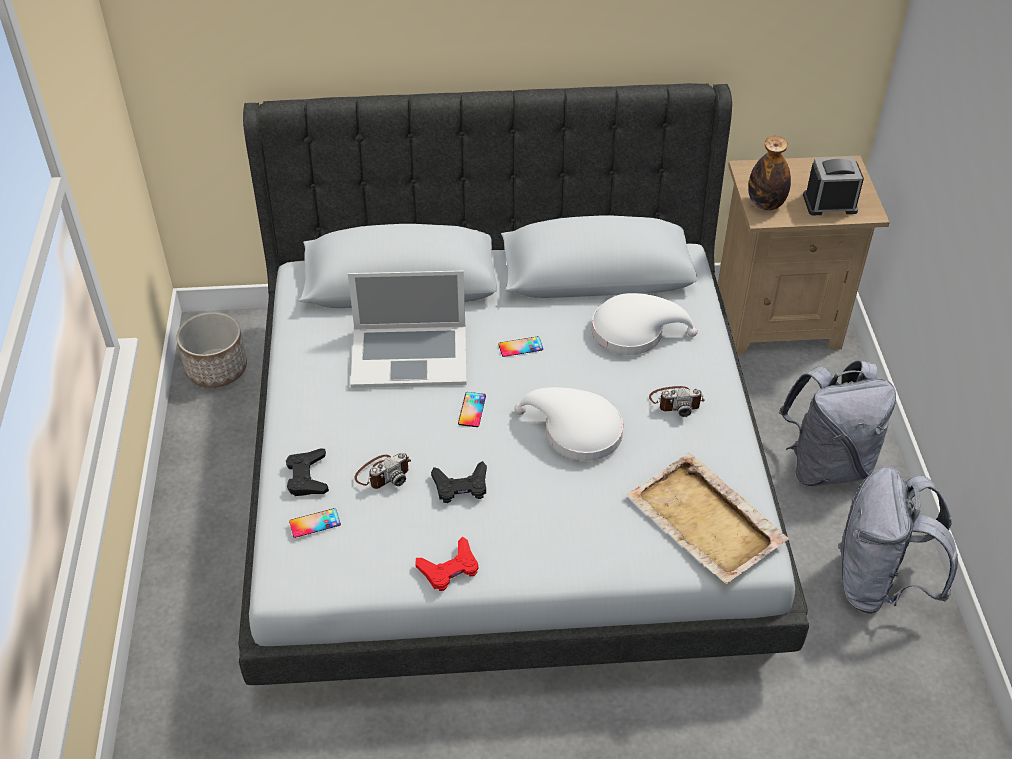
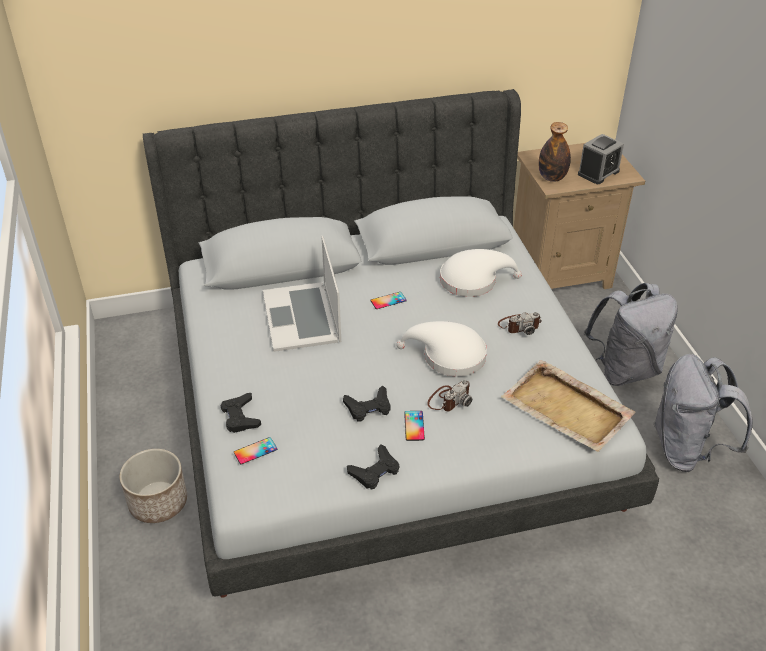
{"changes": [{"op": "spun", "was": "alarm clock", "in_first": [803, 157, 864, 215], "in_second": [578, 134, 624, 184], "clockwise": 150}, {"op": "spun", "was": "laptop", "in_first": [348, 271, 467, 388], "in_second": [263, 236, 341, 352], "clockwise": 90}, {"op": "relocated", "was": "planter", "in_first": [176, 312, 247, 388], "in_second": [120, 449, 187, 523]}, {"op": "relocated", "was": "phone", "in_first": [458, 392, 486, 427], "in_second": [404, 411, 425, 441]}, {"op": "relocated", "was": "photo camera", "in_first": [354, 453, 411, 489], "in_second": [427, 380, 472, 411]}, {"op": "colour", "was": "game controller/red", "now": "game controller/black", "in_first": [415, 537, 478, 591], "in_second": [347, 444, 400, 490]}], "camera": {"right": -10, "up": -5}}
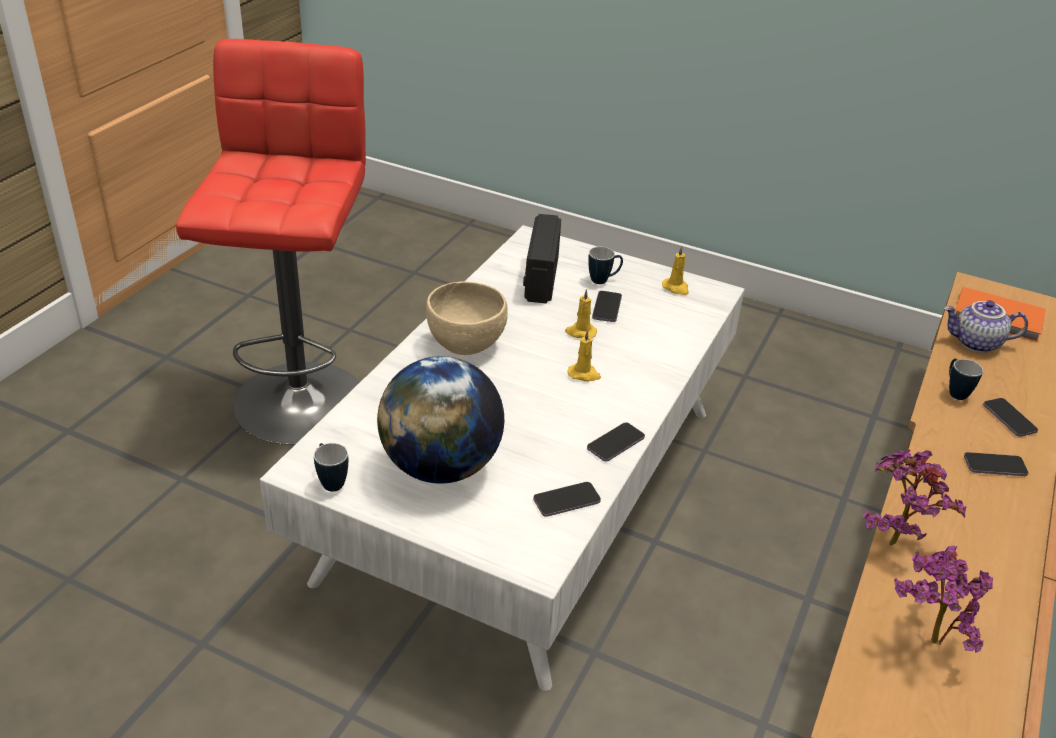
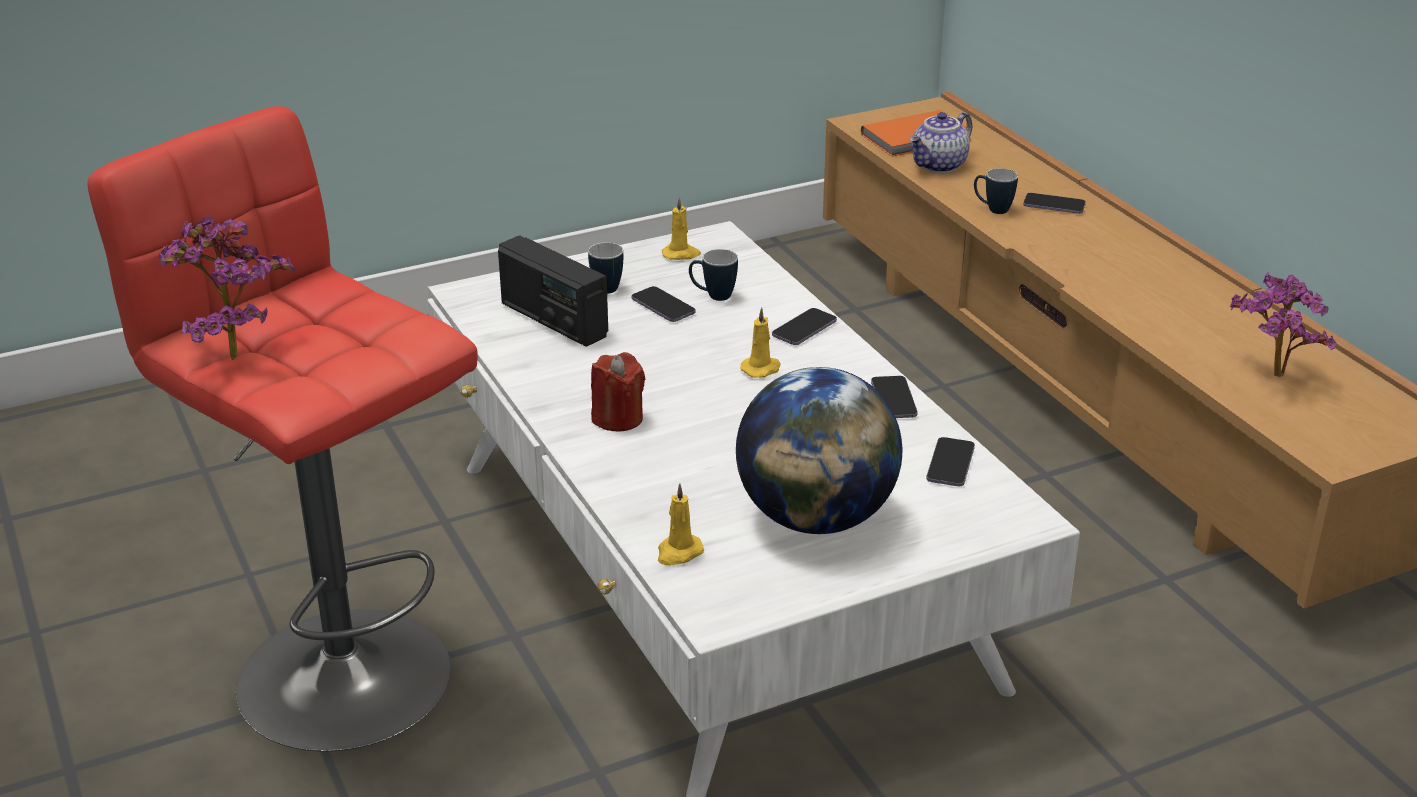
{"changes": [{"op": "exchanged", "was": "bowl/beige", "now": "candle/red", "in_first": [426, 282, 508, 355], "in_second": [591, 352, 645, 432]}, {"op": "relocated", "was": "candle/yellow", "in_first": [565, 289, 597, 338], "in_second": [658, 483, 704, 565]}, {"op": "relocated", "was": "mug", "in_first": [314, 443, 348, 491], "in_second": [689, 249, 738, 301]}, {"op": "relocated", "was": "potted plant", "in_first": [862, 450, 967, 546], "in_second": [159, 216, 295, 360]}, {"op": "relocated", "was": "phone", "in_first": [964, 452, 1028, 476], "in_second": [772, 308, 837, 345]}], "camera": {"right": -50, "up": -5}}
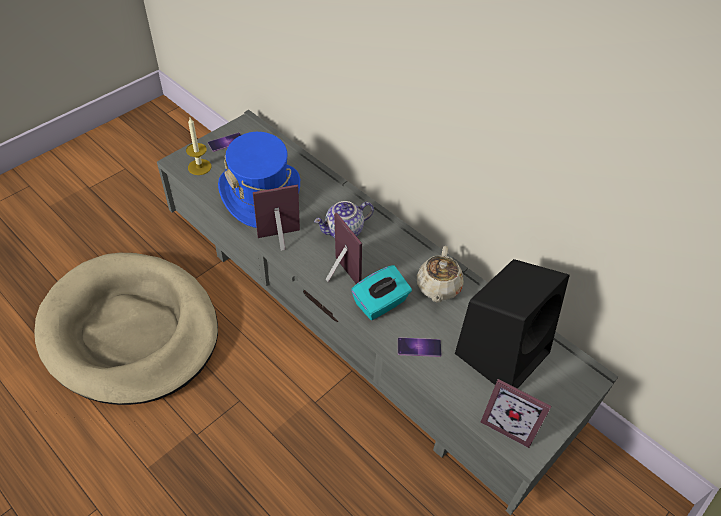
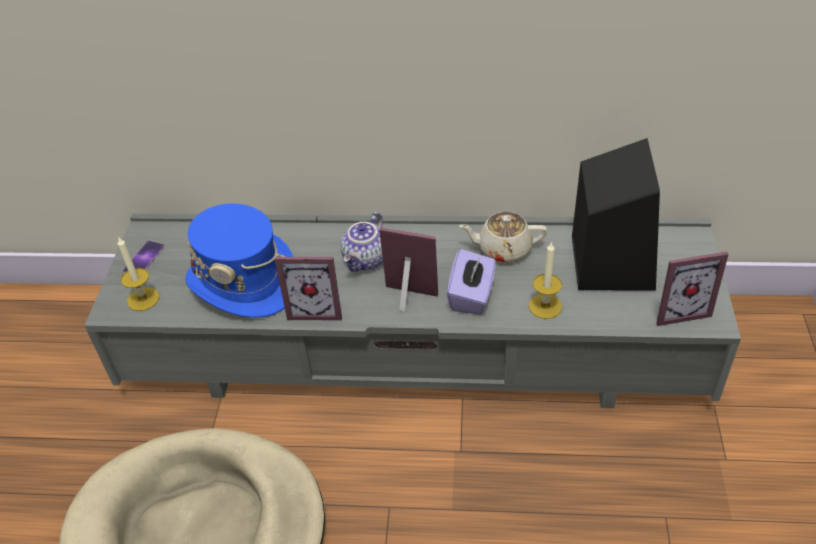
{"changes": [{"op": "spun", "was": "picture frame", "in_first": [253, 184, 300, 251], "in_second": [275, 257, 342, 320], "clockwise": -120}, {"op": "spun", "was": "teapot/beige", "in_first": [417, 246, 464, 303], "in_second": [459, 211, 548, 262], "clockwise": 120}, {"op": "colour", "was": "tissue box/turquoise", "now": "tissue box/purple", "in_first": [351, 265, 412, 320], "in_second": [447, 249, 496, 315]}, {"op": "exchanged", "was": "phone", "now": "candle", "in_first": [398, 338, 441, 357], "in_second": [529, 241, 562, 319]}], "camera": {"right": -35, "up": -5}}
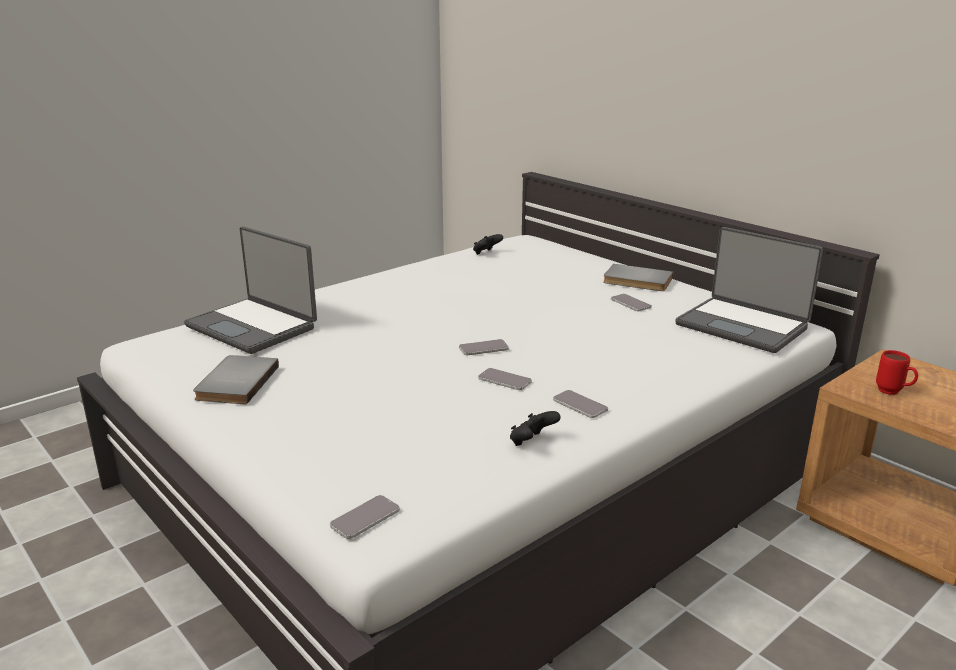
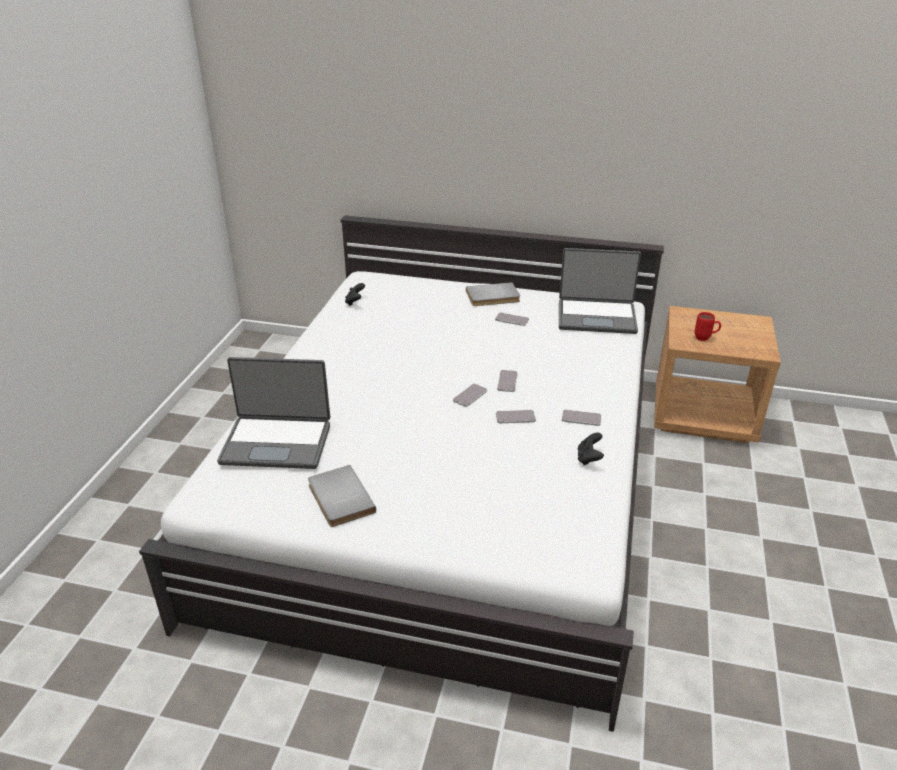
{"changes": [{"op": "relocated", "was": "phone", "in_first": [330, 495, 400, 539], "in_second": [497, 370, 518, 392]}], "camera": {"right": -35, "up": 10}}
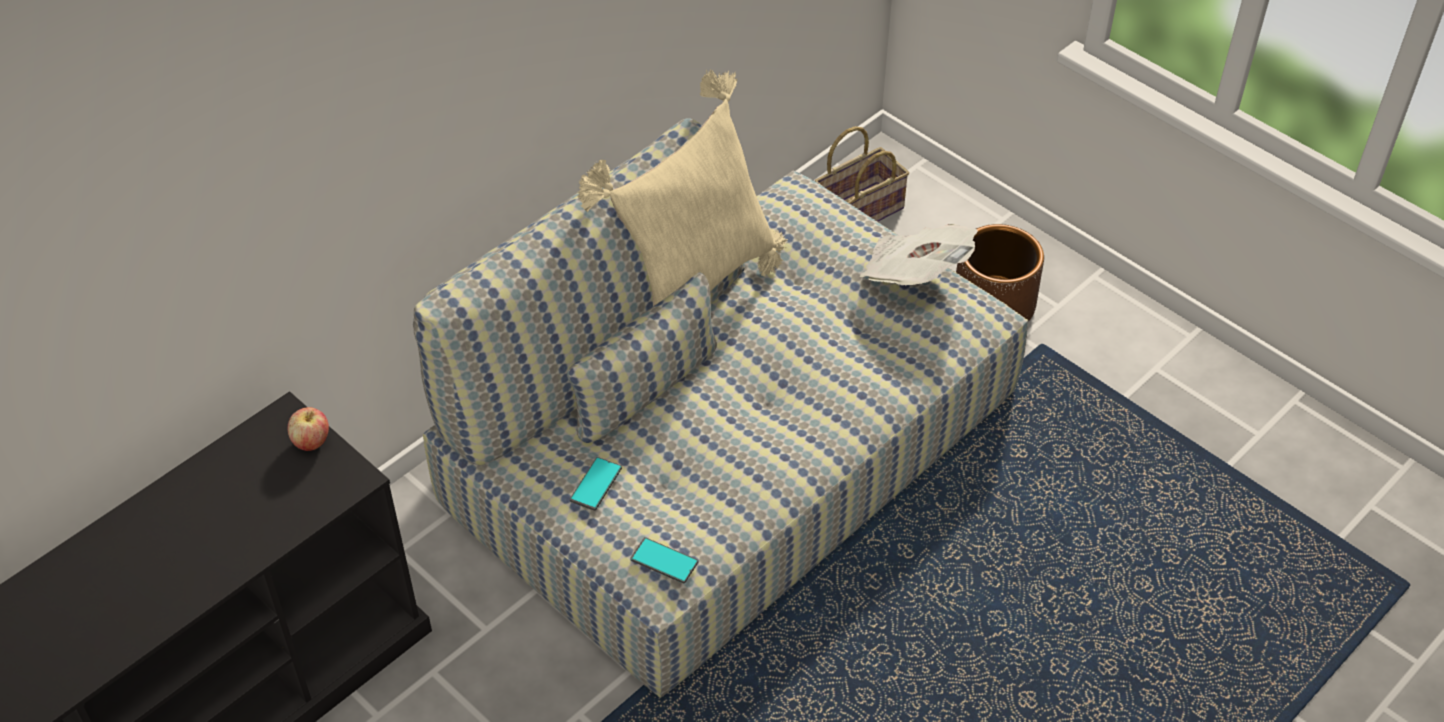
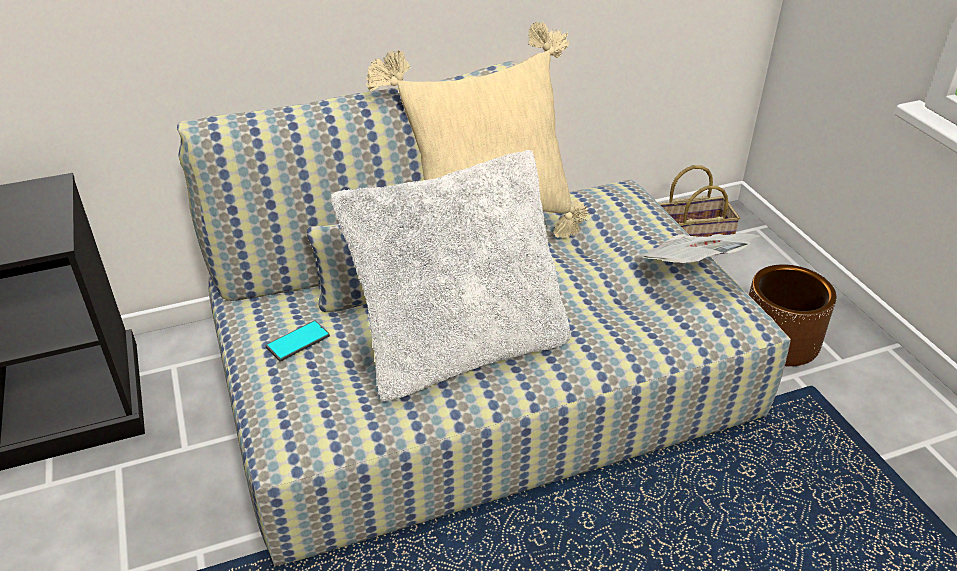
{"changes": [{"op": "missing", "was": "apple", "in_first": [288, 407, 329, 451]}, {"op": "missing", "was": "phone", "in_first": [630, 537, 698, 584]}, {"op": "appeared", "now": "pillow/white", "in_second": [331, 150, 571, 401]}], "camera": {"right": 25, "up": -10}}
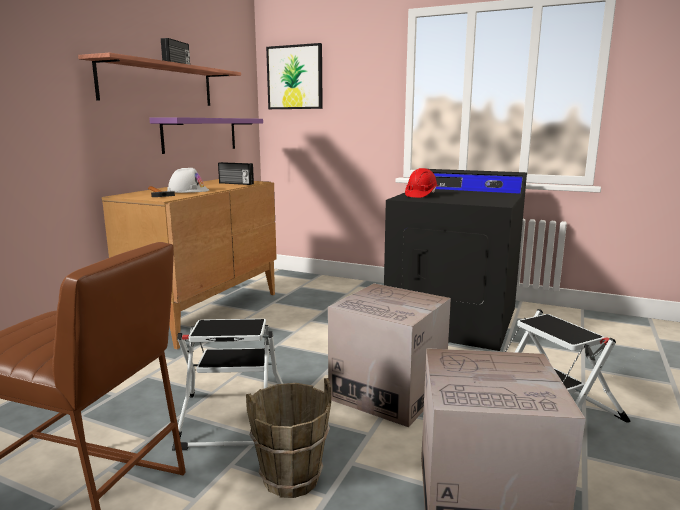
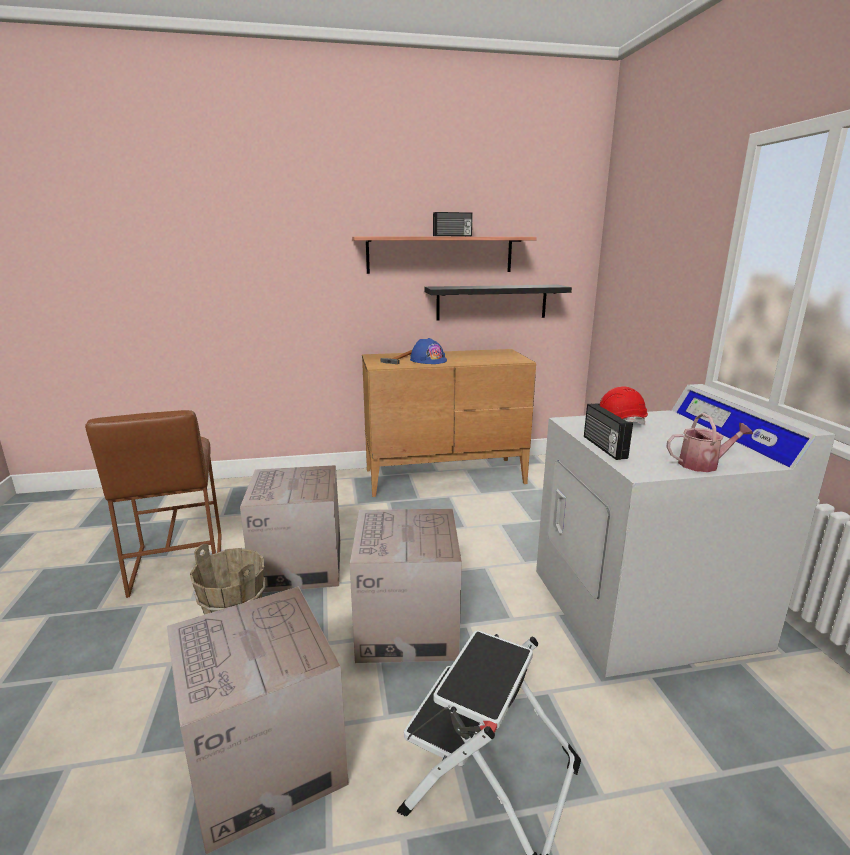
{"changes": [{"op": "missing", "was": "picture", "in_first": [266, 43, 323, 109]}, {"op": "colour", "was": "shelf/purple", "now": "shelf/black", "in_first": [149, 117, 263, 154], "in_second": [424, 285, 572, 321]}, {"op": "relocated", "was": "radio", "in_first": [218, 162, 254, 185], "in_second": [584, 403, 633, 460]}, {"op": "colour", "was": "hard hat/white", "now": "hard hat/blue", "in_first": [167, 168, 209, 193], "in_second": [410, 338, 447, 364]}, {"op": "colour", "was": "washing machine/black", "now": "washing machine/white", "in_first": [384, 169, 527, 351], "in_second": [536, 384, 836, 677]}, {"op": "exchanged", "was": "step ladder", "now": "cardboard box", "in_first": [172, 319, 283, 450], "in_second": [240, 465, 340, 593]}, {"op": "appeared", "now": "watering can", "in_second": [667, 413, 753, 472]}], "camera": {"right": 55, "up": 5}}
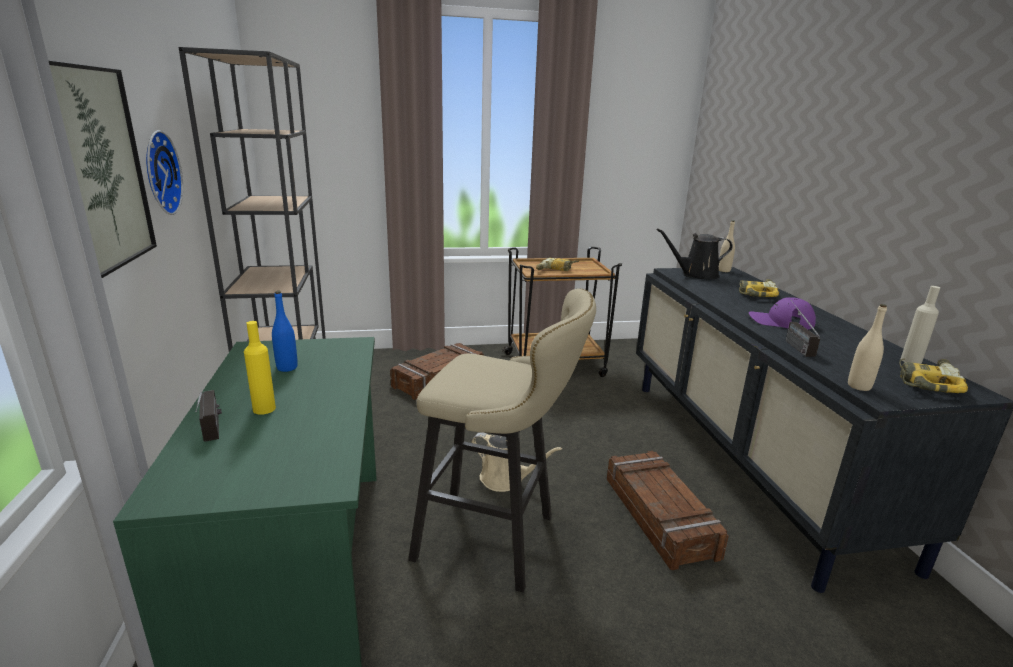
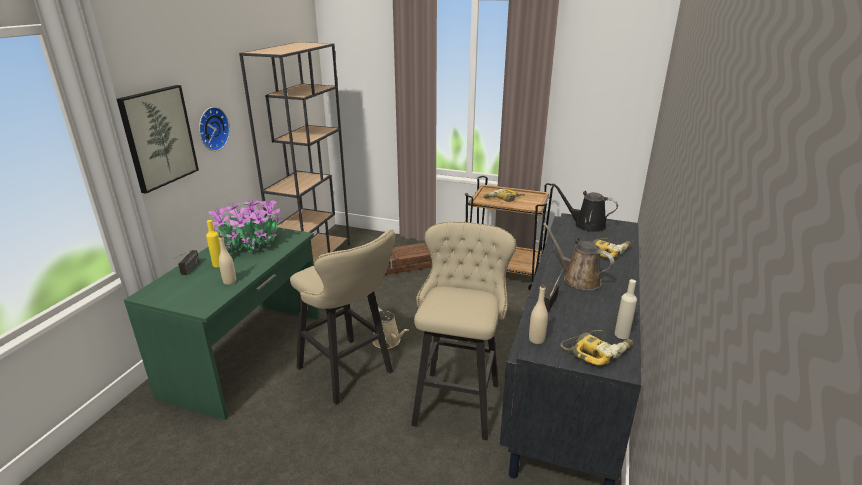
{"changes": [{"op": "relocated", "was": "bottle/beige", "in_first": [719, 220, 735, 272], "in_second": [219, 235, 236, 285]}, {"op": "exchanged", "was": "bottle/blue", "now": "potted plant", "in_first": [272, 291, 298, 372], "in_second": [209, 195, 284, 253]}, {"op": "exchanged", "was": "cap/purple", "now": "watering can/brown", "in_first": [749, 297, 816, 329], "in_second": [543, 223, 614, 290]}, {"op": "exchanged", "was": "crate", "now": "stool/beige", "in_first": [607, 451, 729, 570], "in_second": [411, 222, 517, 440]}], "camera": {"right": 30, "up": 5}}
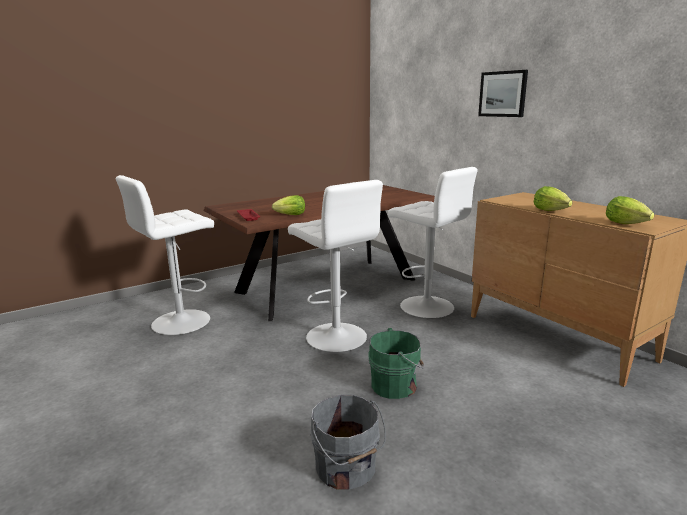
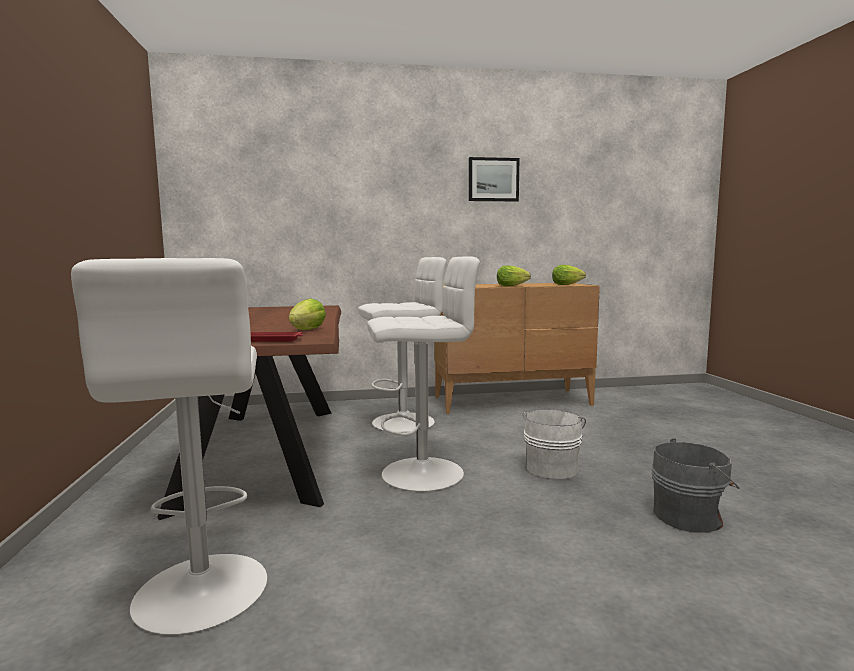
{"changes": [{"op": "relocated", "was": "picture", "in_first": [478, 70, 528, 117], "in_second": [469, 157, 519, 201]}, {"op": "colour", "was": "bucket/green", "now": "bucket/white", "in_first": [369, 328, 424, 399], "in_second": [523, 409, 586, 479]}], "camera": {"right": -65, "up": -10}}
